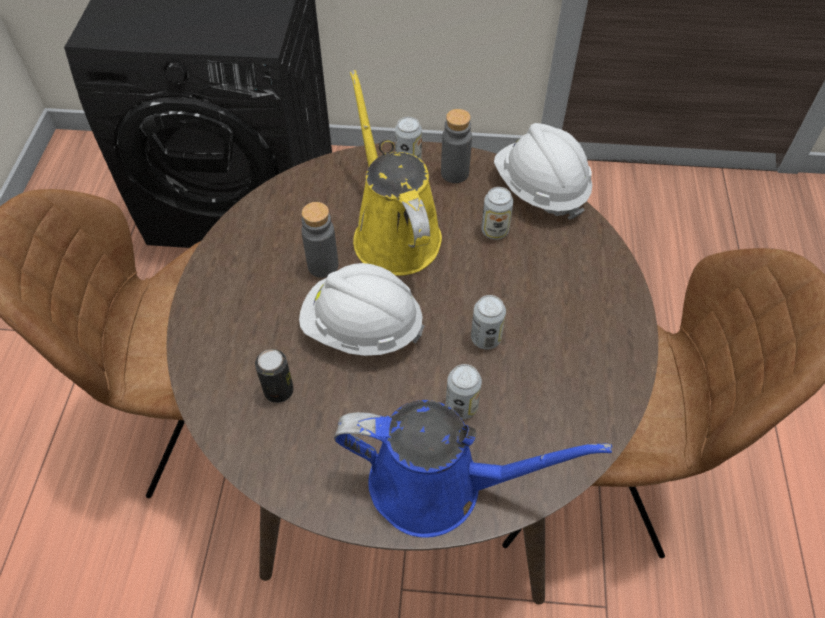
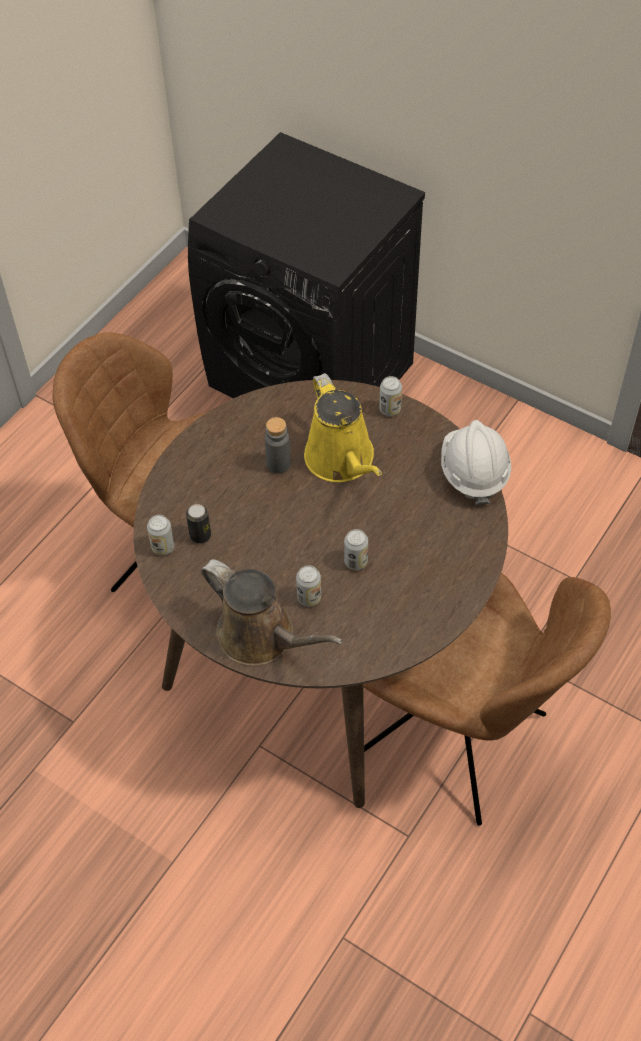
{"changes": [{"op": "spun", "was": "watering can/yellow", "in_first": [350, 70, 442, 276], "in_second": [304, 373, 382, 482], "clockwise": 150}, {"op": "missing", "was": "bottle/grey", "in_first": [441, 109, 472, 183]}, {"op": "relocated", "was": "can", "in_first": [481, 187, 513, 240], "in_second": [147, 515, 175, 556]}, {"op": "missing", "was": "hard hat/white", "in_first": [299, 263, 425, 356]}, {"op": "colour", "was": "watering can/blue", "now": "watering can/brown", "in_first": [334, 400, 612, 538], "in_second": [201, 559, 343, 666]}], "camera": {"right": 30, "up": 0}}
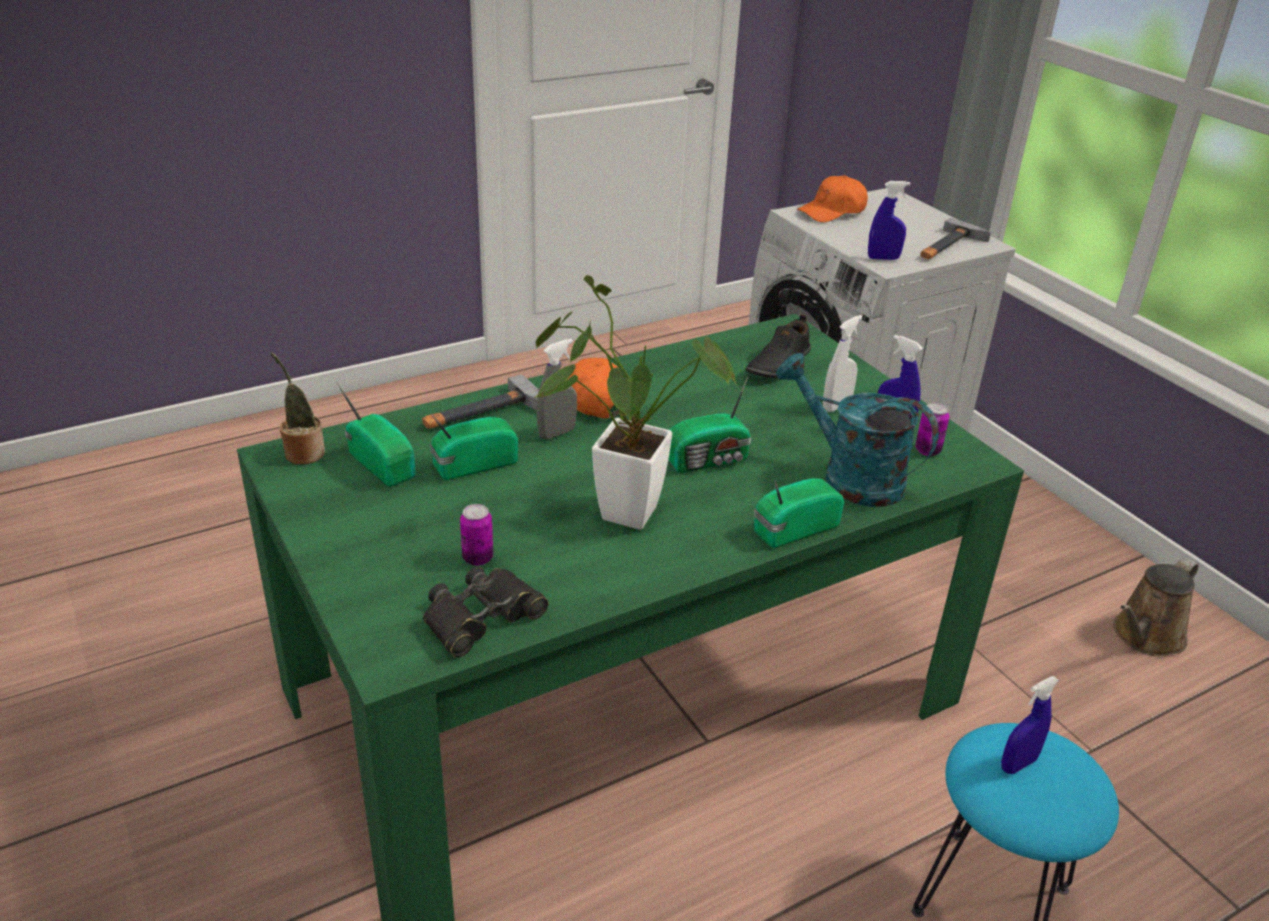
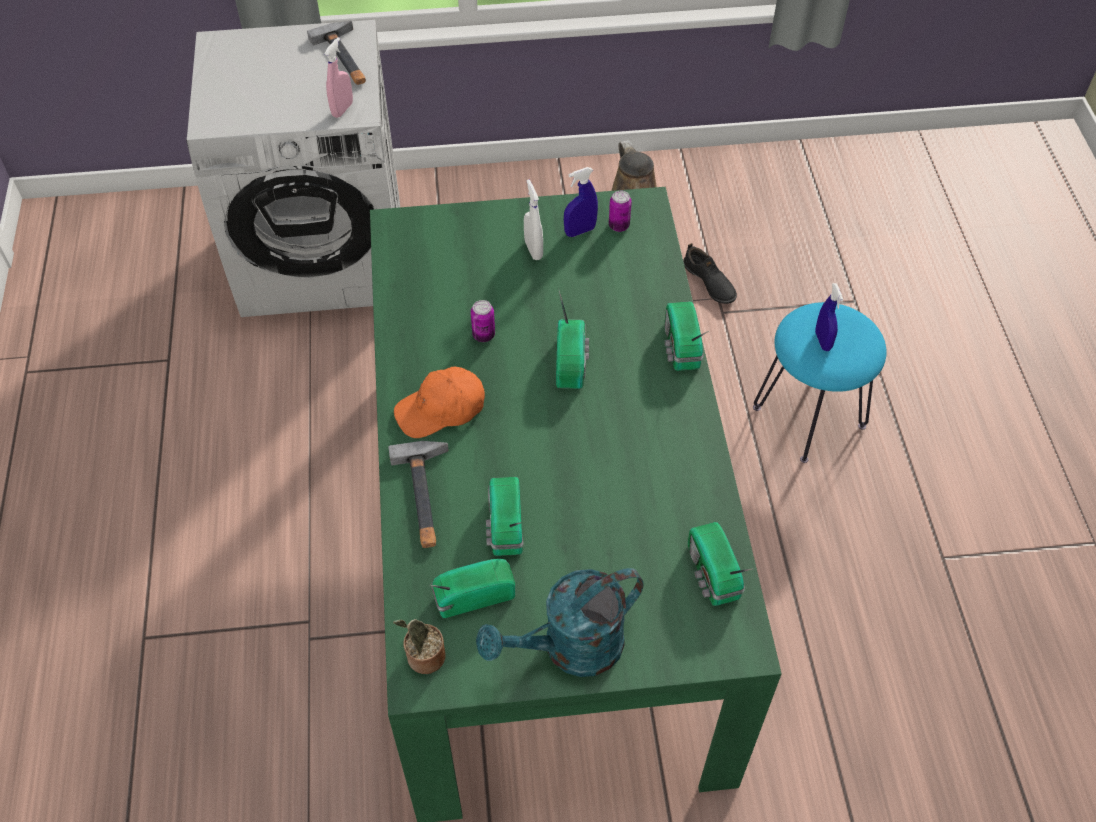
{"changes": [{"op": "missing", "was": "cap/orange", "in_first": [797, 176, 868, 222]}, {"op": "colour", "was": "spray bottle/blue", "now": "spray bottle/pink", "in_first": [868, 181, 911, 260], "in_second": [324, 37, 353, 118]}, {"op": "missing", "was": "potted plant", "in_first": [534, 275, 737, 530]}, {"op": "relocated", "was": "shoe/black", "in_first": [745, 314, 811, 378], "in_second": [683, 243, 737, 304]}, {"op": "missing", "was": "spray bottle/grey", "in_first": [537, 339, 577, 439]}, {"op": "relocated", "was": "watering can/turquoise", "in_first": [776, 353, 939, 507], "in_second": [476, 568, 644, 677]}, {"op": "relocated", "was": "can", "in_first": [460, 504, 493, 566], "in_second": [471, 300, 495, 342]}, {"op": "exchanged", "was": "binoculars/black", "now": "radio", "in_first": [423, 567, 549, 658], "in_second": [688, 522, 754, 606]}], "camera": {"right": -65, "up": 20}}
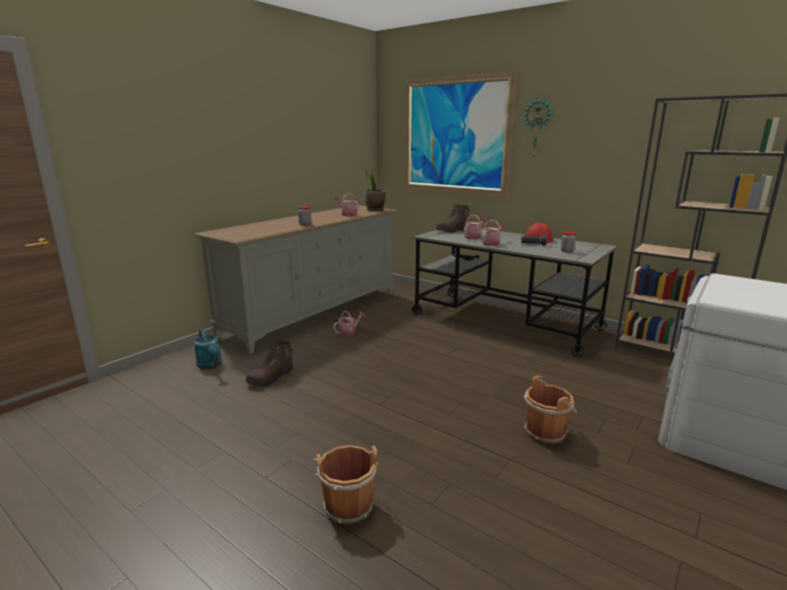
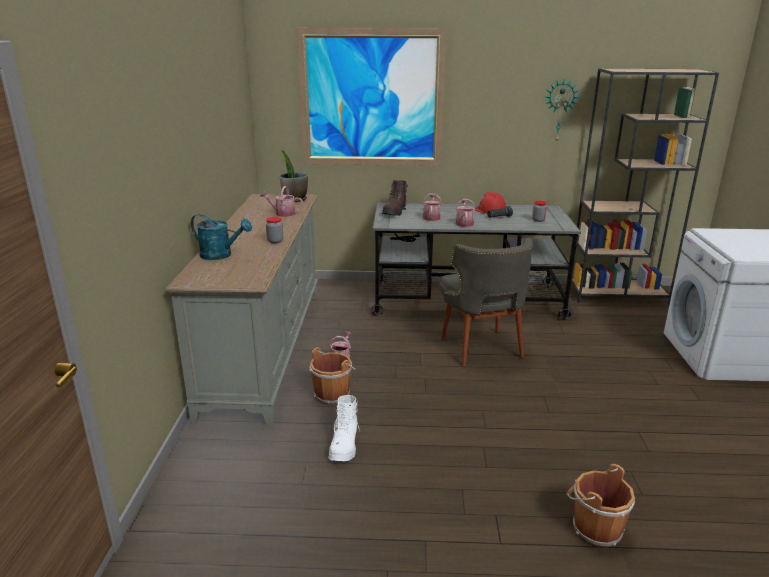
{"changes": [{"op": "relocated", "was": "wall clock", "in_first": [523, 97, 553, 157], "in_second": [545, 79, 579, 143]}, {"op": "relocated", "was": "watering can/turquoise", "in_first": [194, 329, 222, 369], "in_second": [191, 214, 252, 260]}, {"op": "colour", "was": "boot/brown", "now": "boot/white", "in_first": [245, 341, 293, 387], "in_second": [328, 395, 360, 461]}, {"op": "relocated", "was": "bucket/brown", "in_first": [523, 376, 577, 444], "in_second": [309, 347, 356, 405]}, {"op": "appeared", "now": "chair/grey", "in_second": [439, 237, 533, 367]}], "camera": {"right": -35, "up": 5}}
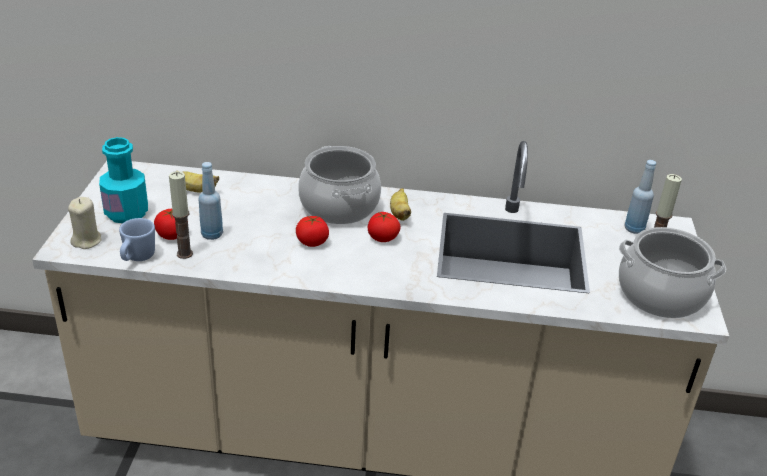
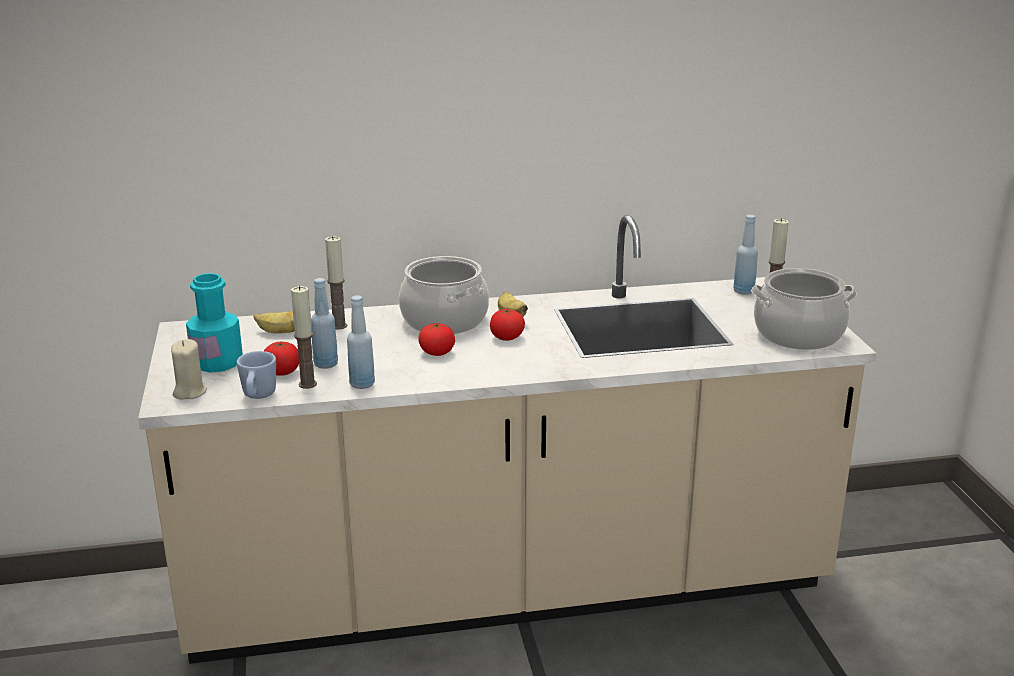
{"changes": [{"op": "appeared", "now": "candle", "in_second": [325, 236, 347, 330]}, {"op": "appeared", "now": "bottle/blue", "in_second": [347, 295, 375, 389]}], "camera": {"right": -15, "up": -10}}
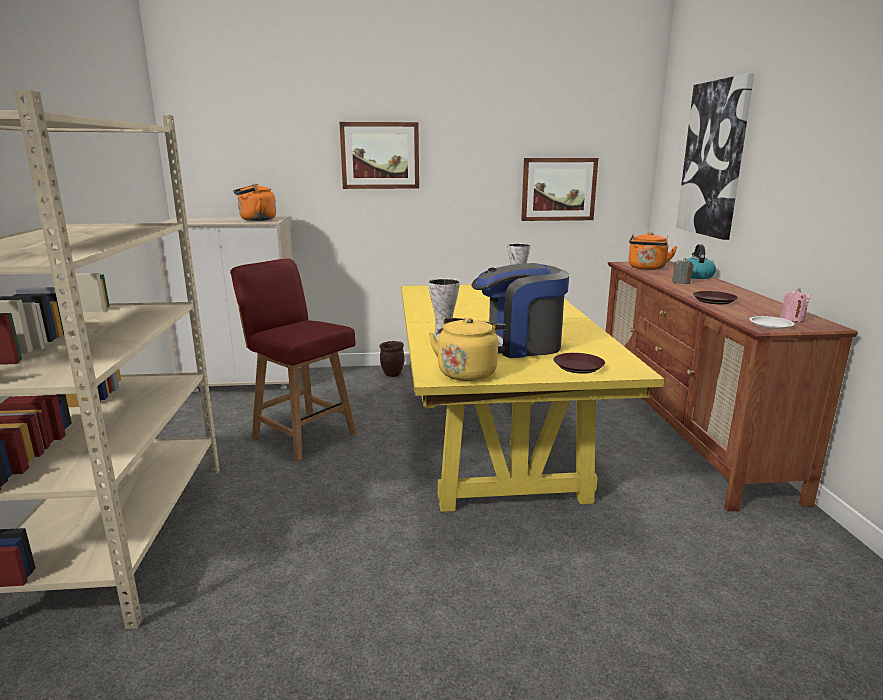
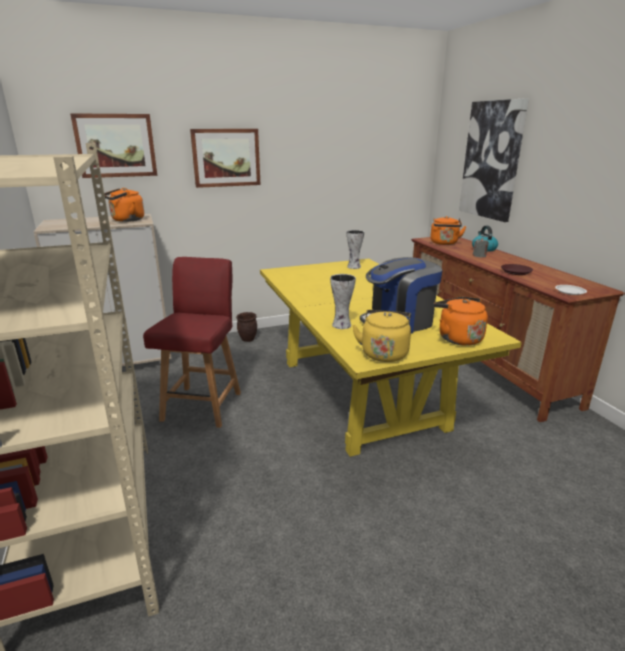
{"changes": [{"op": "relocated", "was": "picture", "in_first": [521, 158, 598, 221], "in_second": [70, 113, 157, 178]}, {"op": "spun", "was": "chair/red", "in_first": [230, 259, 357, 461], "in_second": [143, 257, 241, 428], "clockwise": 75}, {"op": "missing", "was": "candle/pink", "in_first": [780, 288, 810, 322]}, {"op": "exchanged", "was": "plate/brown", "now": "kettle/orange", "in_first": [554, 353, 605, 373], "in_second": [433, 296, 488, 346]}], "camera": {"right": -15, "up": 5}}
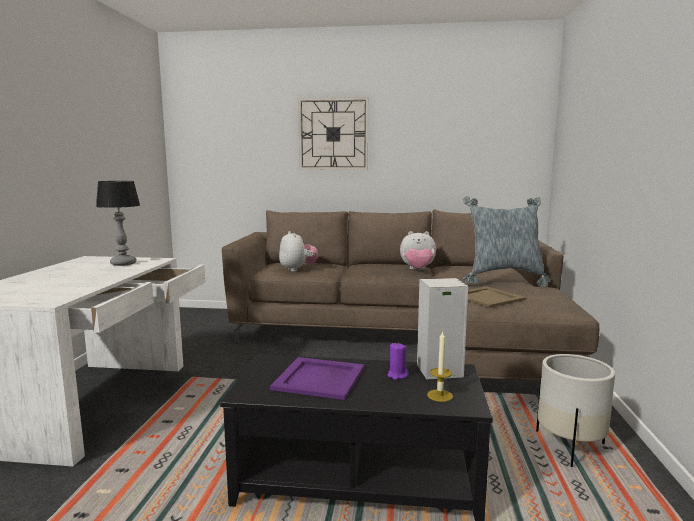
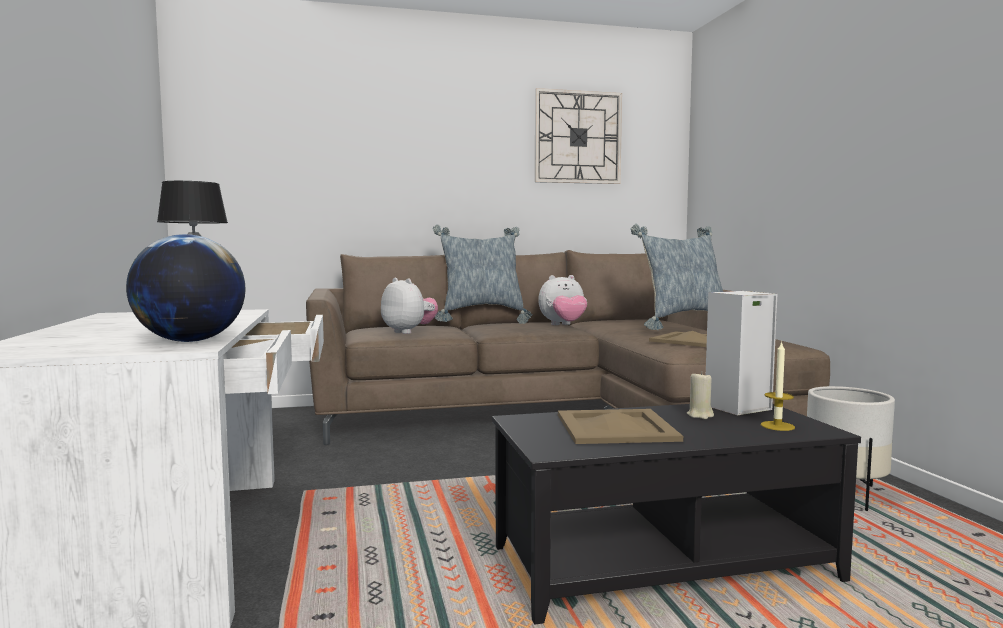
{"changes": [{"op": "relocated", "was": "wall clock", "in_first": [298, 97, 368, 170], "in_second": [535, 88, 622, 184]}, {"op": "colour", "was": "candle/purple", "now": "candle/beige", "in_first": [388, 342, 409, 380], "in_second": [687, 371, 714, 419]}, {"op": "colour", "was": "tray/purple", "now": "tray/beige", "in_first": [270, 357, 364, 400], "in_second": [558, 409, 683, 444]}, {"op": "appeared", "now": "pillow", "in_second": [432, 225, 532, 324]}, {"op": "appeared", "now": "globe", "in_second": [126, 234, 245, 342]}], "camera": {"right": -20, "up": -5}}
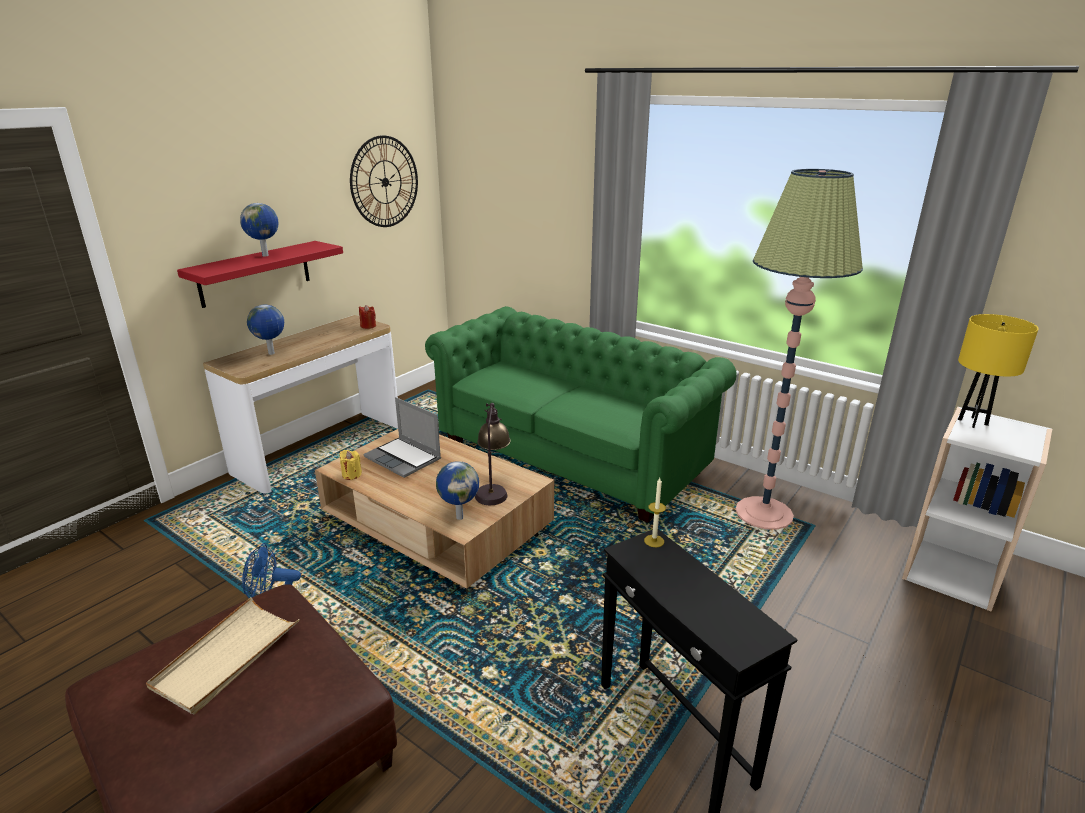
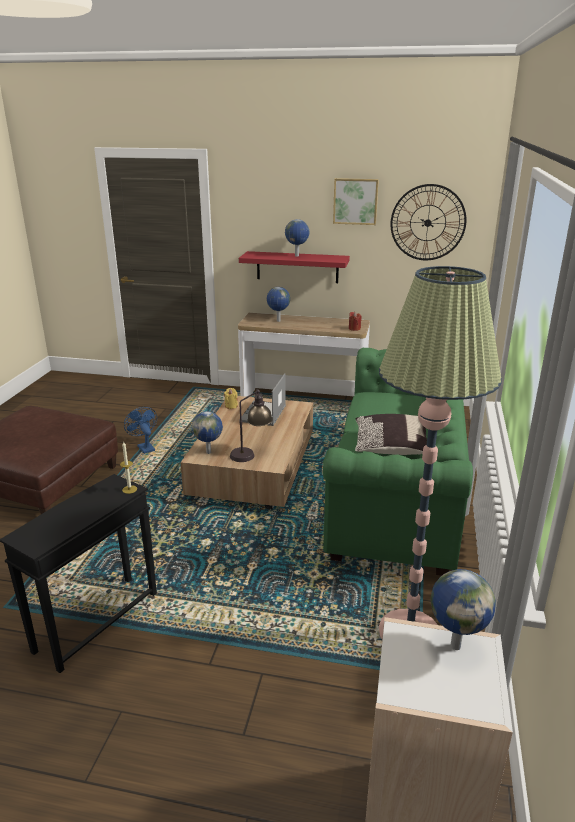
{"changes": [{"op": "exchanged", "was": "table lamp/yellow", "now": "globe", "in_first": [958, 314, 1039, 428], "in_second": [431, 569, 496, 650]}, {"op": "missing", "was": "tray/beige", "in_first": [146, 597, 299, 714]}, {"op": "appeared", "now": "picture", "in_second": [333, 178, 379, 225]}, {"op": "appeared", "now": "pillow", "in_second": [355, 414, 427, 455]}], "camera": {"right": 65, "up": 0}}
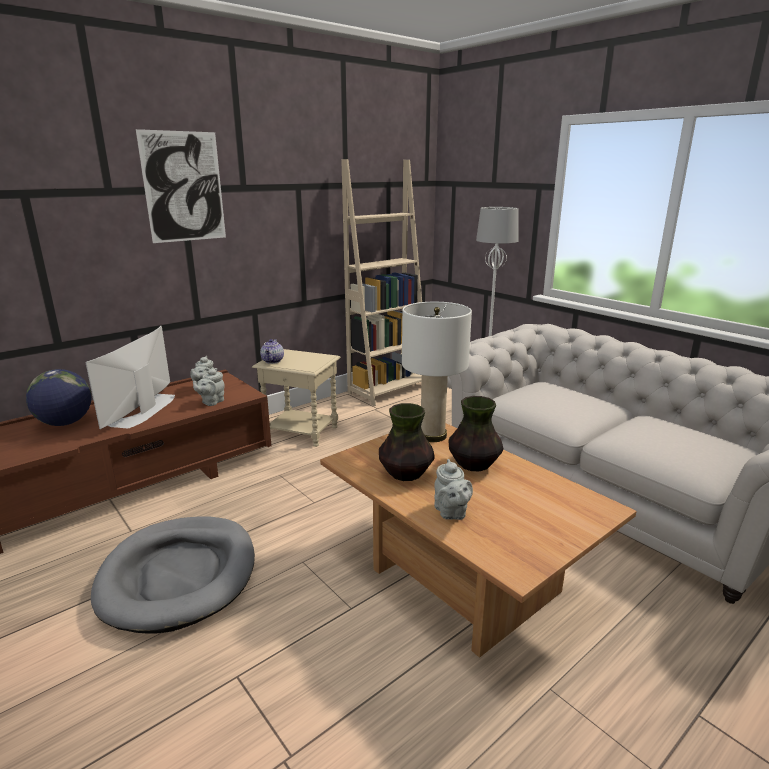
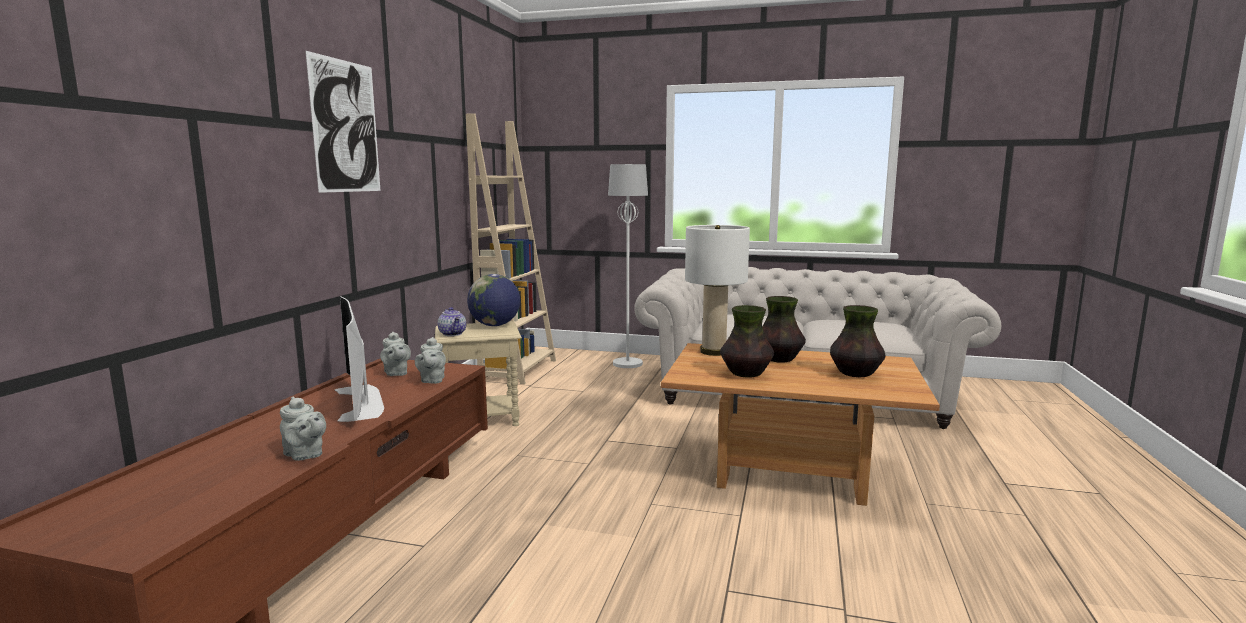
{"changes": [{"op": "relocated", "was": "globe", "in_first": [26, 369, 91, 426], "in_second": [467, 274, 520, 326]}, {"op": "relocated", "was": "teapot/grey", "in_first": [434, 459, 473, 520], "in_second": [280, 397, 326, 461]}, {"op": "missing", "was": "dog bed/grey", "in_first": [91, 517, 255, 634]}, {"op": "appeared", "now": "vase", "in_second": [830, 305, 885, 377]}], "camera": {"right": -35, "up": -10}}
